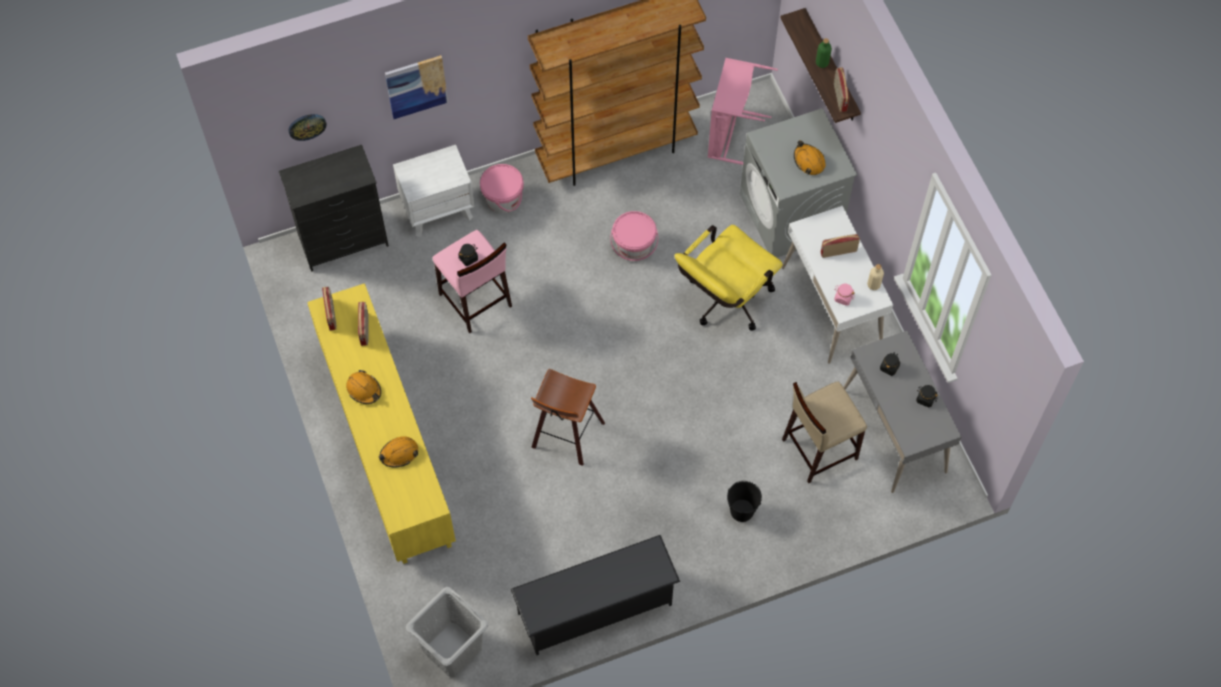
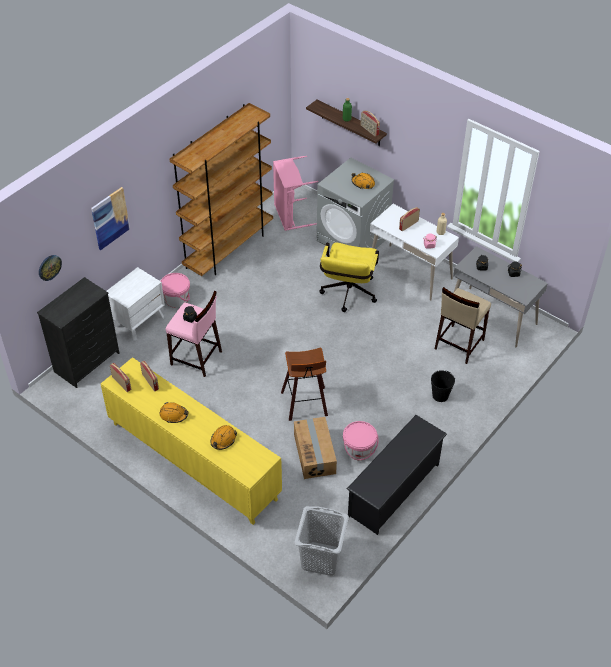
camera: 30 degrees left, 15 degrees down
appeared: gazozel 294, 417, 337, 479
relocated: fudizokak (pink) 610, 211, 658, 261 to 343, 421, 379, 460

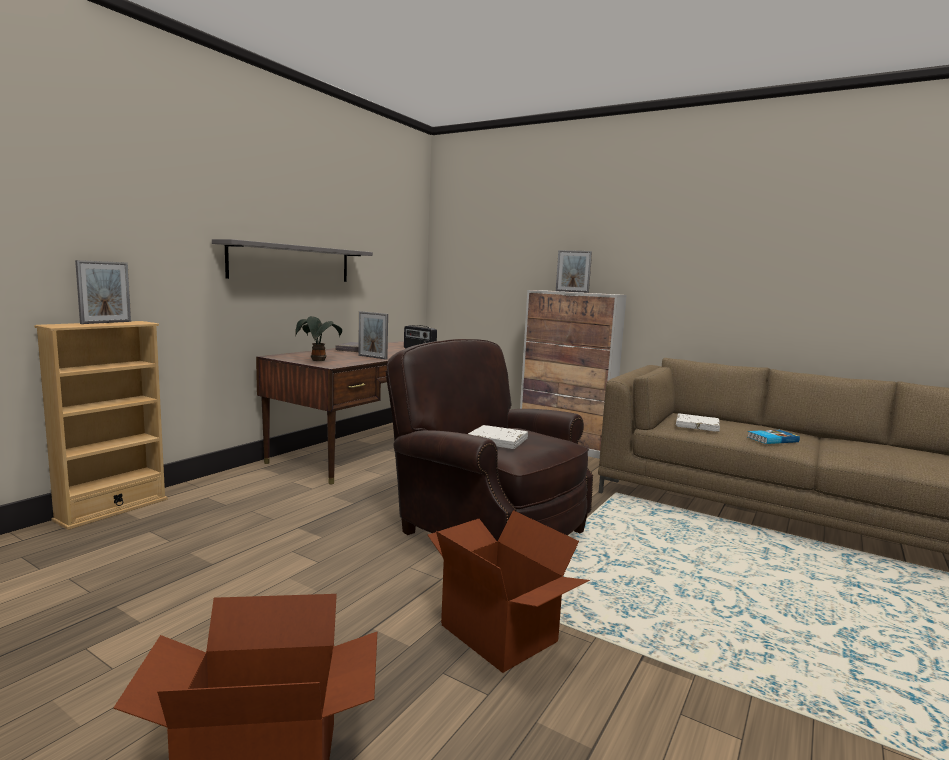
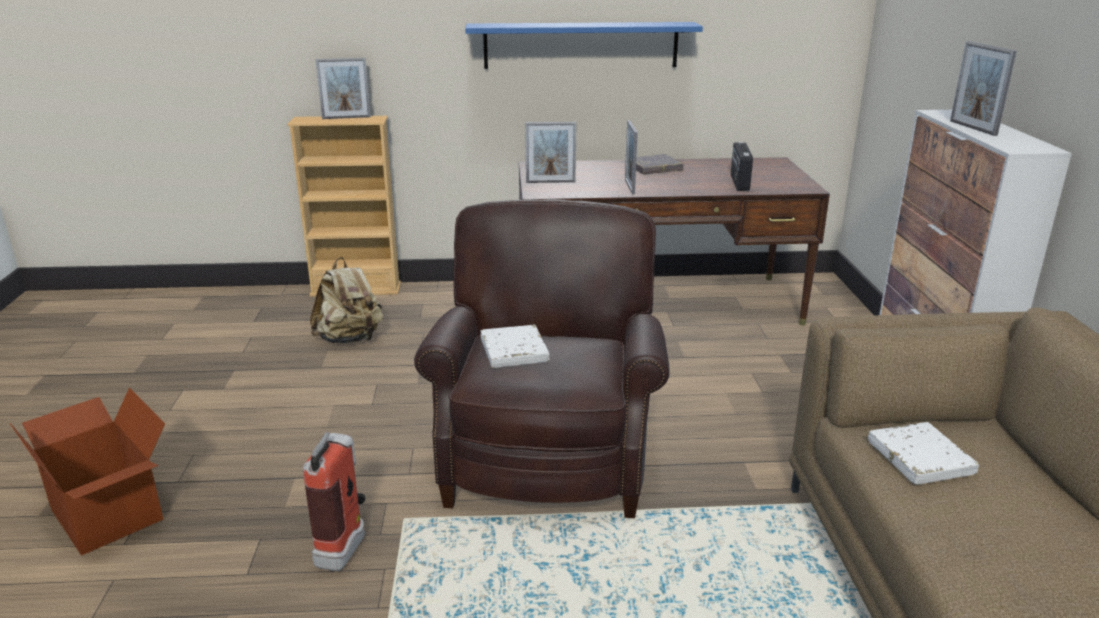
camera: 55 degrees right, 15 degrees up
missing: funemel 747, 430, 800, 444
appeared: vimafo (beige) 310, 257, 383, 343
exchanged: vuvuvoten 295, 316, 342, 361 to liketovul 525, 122, 576, 183; gazozel 428, 510, 590, 673 to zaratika 303, 432, 365, 571
colour: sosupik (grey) 212, 239, 373, 282 to sosupik (blue) 465, 22, 703, 69

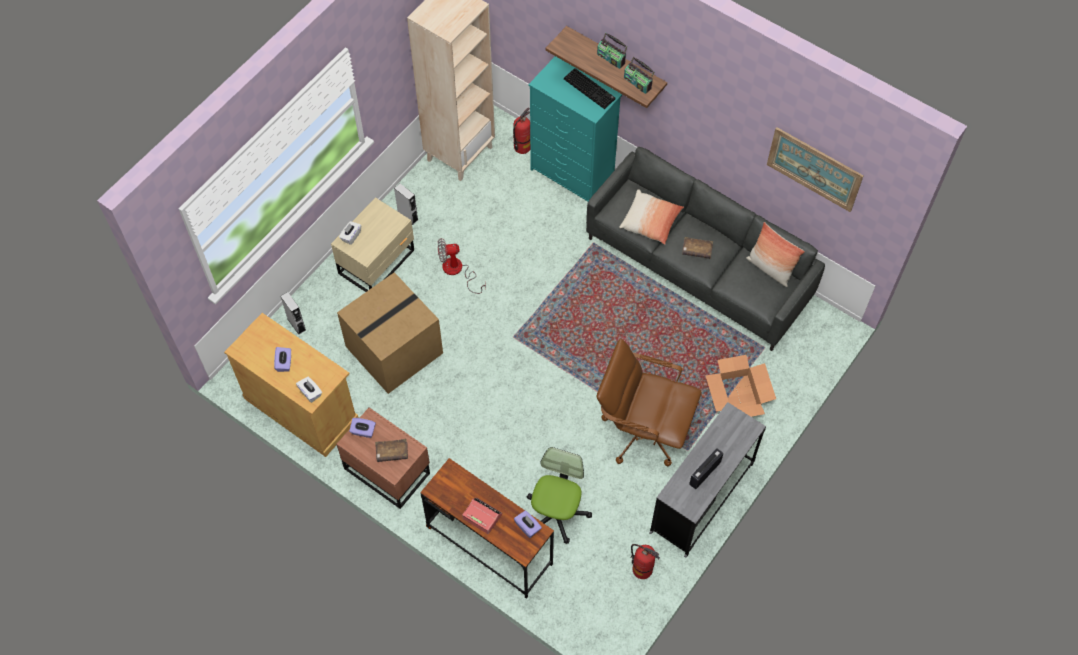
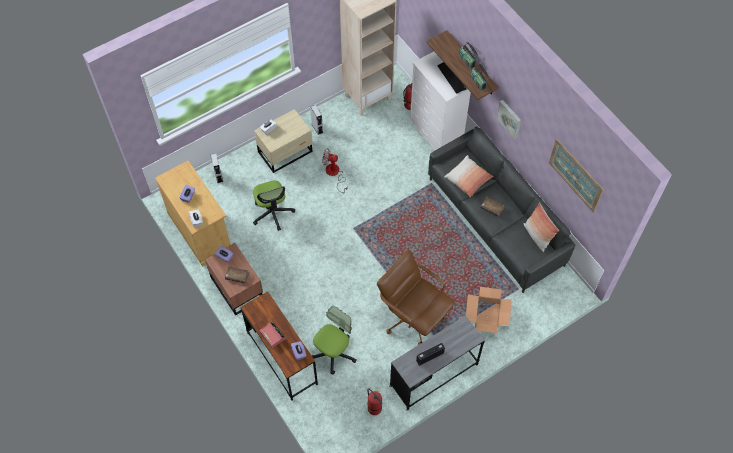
camera: 20 degrees right, 0 degrees up
appeared: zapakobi 496, 100, 521, 139
exchanged: gazozel 337, 272, 443, 394 to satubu 253, 180, 295, 231
colour: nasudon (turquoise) 529, 56, 622, 201 to nasudon (white) 410, 52, 471, 150

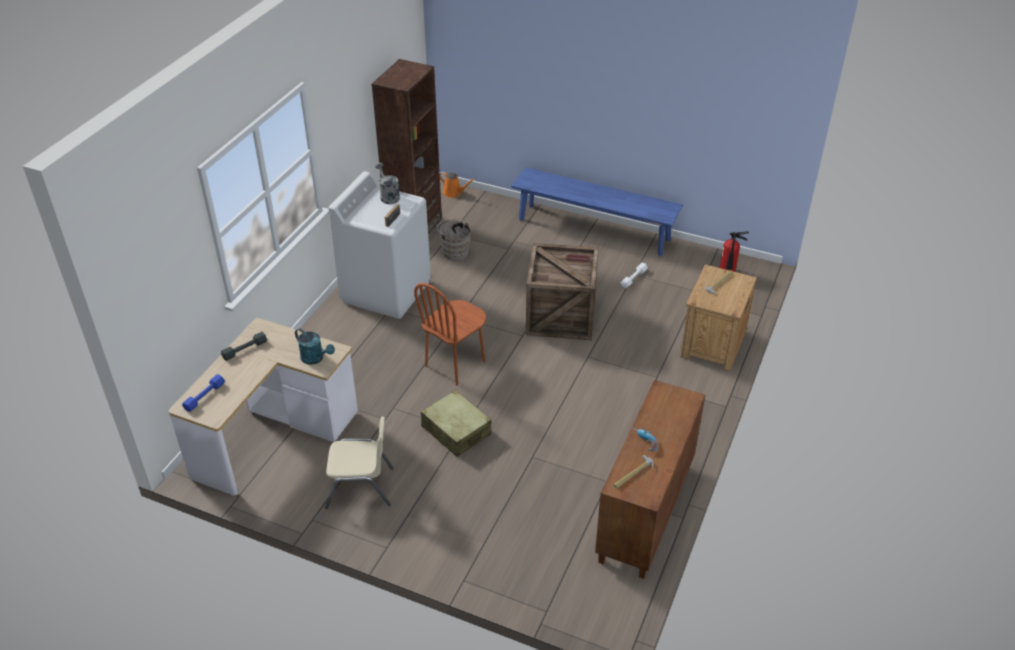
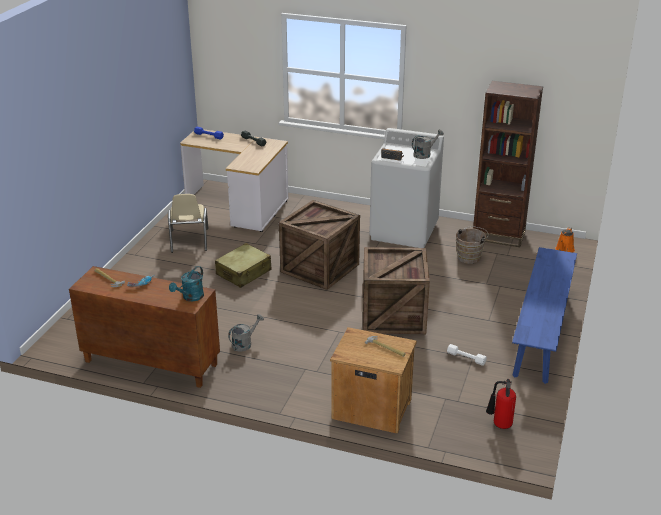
camera: 85 degrees right, 10 degrees down
appeared: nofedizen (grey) 228, 314, 264, 351
relocated: nofedizen (turquoise) 295, 328, 335, 365 to 169, 266, 204, 301
exchanged: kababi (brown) 414, 283, 486, 386 to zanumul 279, 200, 360, 290

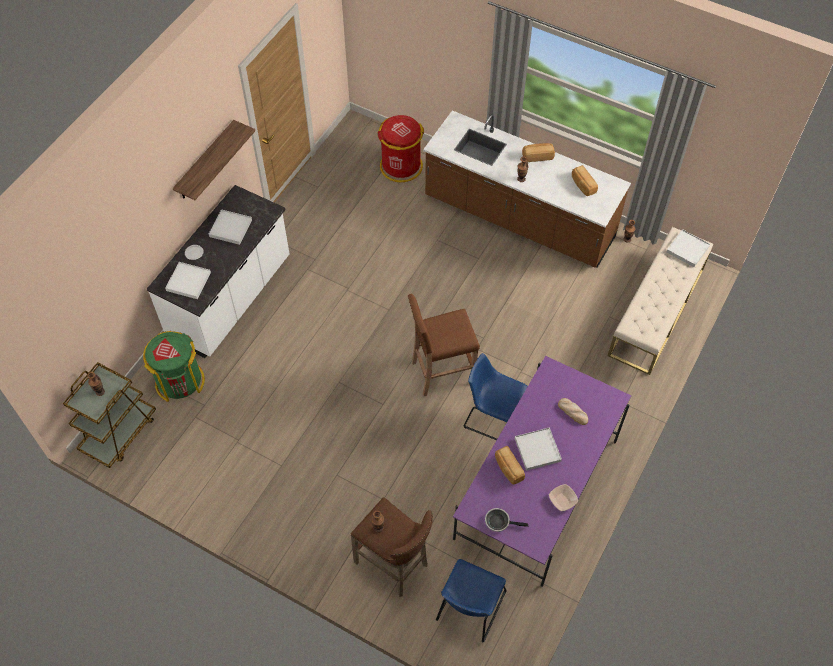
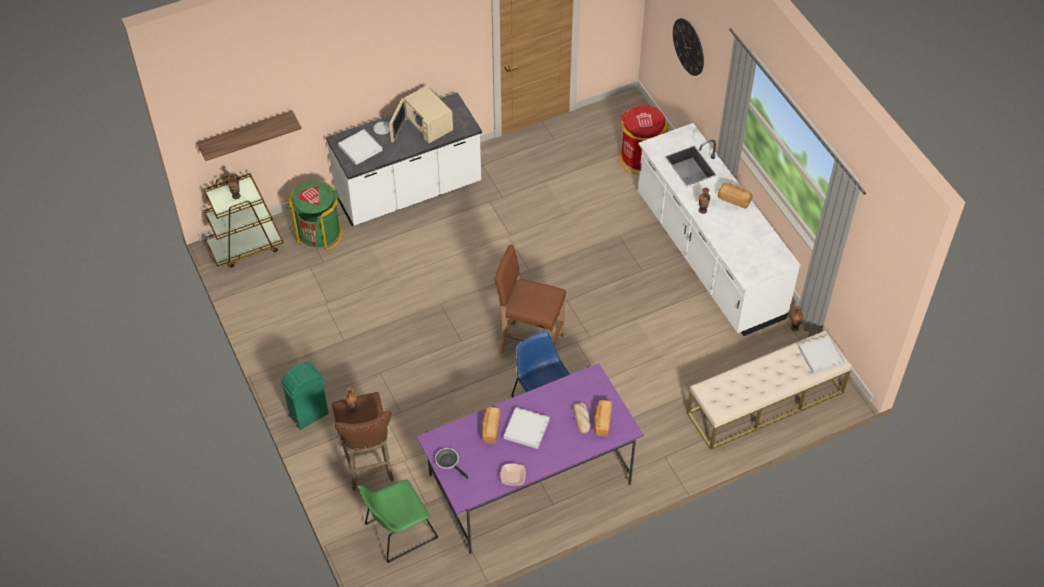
camera: 35 degrees right, 5 degrees down
appeared: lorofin 673, 18, 704, 76; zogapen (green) 280, 362, 328, 430
relocated: sosupik 173, 120, 255, 200 to 197, 111, 302, 161; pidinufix 572, 165, 598, 196 to 594, 400, 612, 437
exchanged: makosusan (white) 209, 209, 252, 245 to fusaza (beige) 389, 86, 453, 144
colour: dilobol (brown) 423, 110, 631, 268 to dilobol (white) 638, 123, 801, 336; kababi (blue) 436, 559, 507, 642 to kababi (green) 359, 480, 438, 563

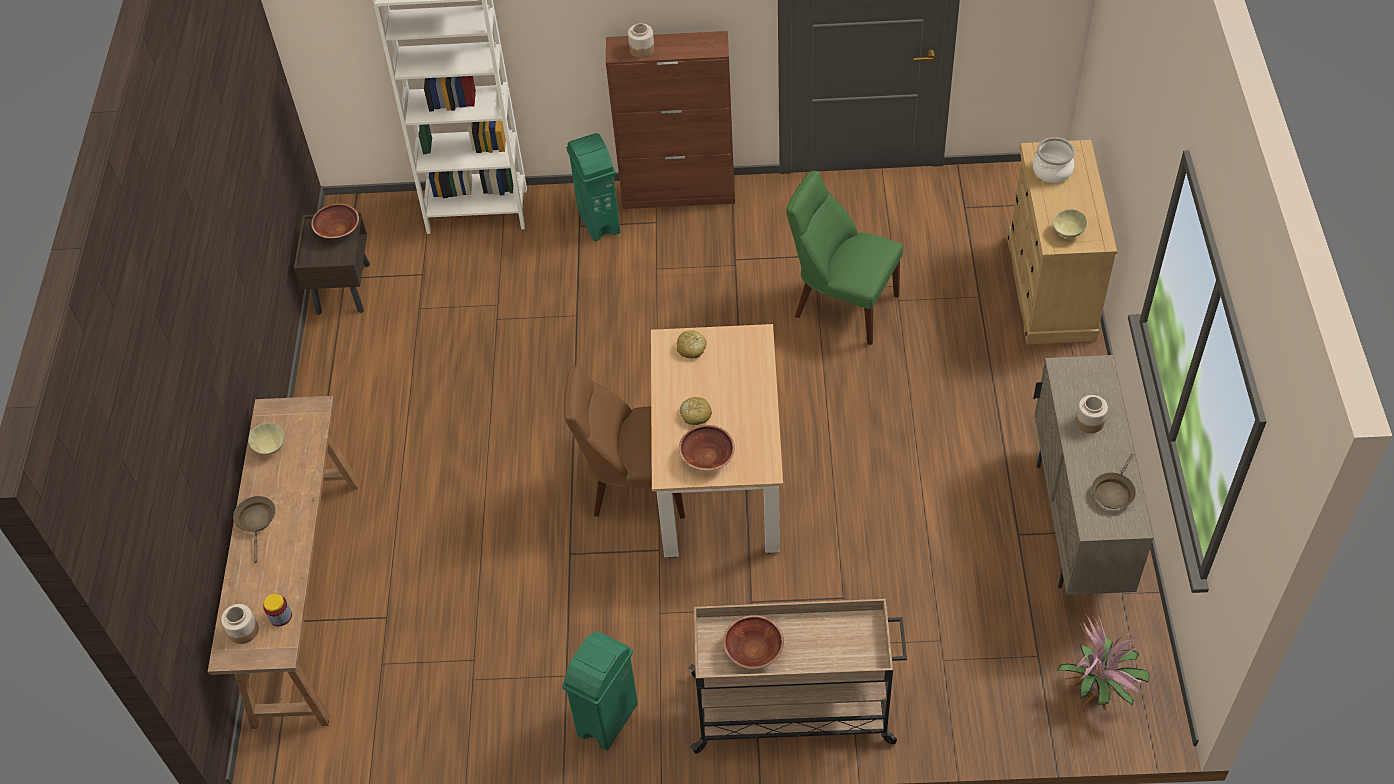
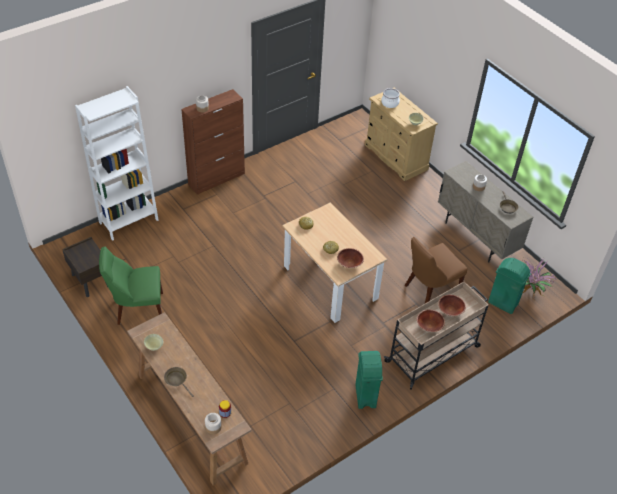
camera: 40 degrees left, 5 degrees down
relocated: zogapen (green) 566, 133, 620, 241 to 488, 258, 531, 314; kababi (green) 786, 171, 903, 345 to 99, 246, 163, 325; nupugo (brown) 311, 204, 359, 239 to 438, 295, 466, 316; kababi (brown) 564, 365, 685, 518 to 405, 237, 467, 303

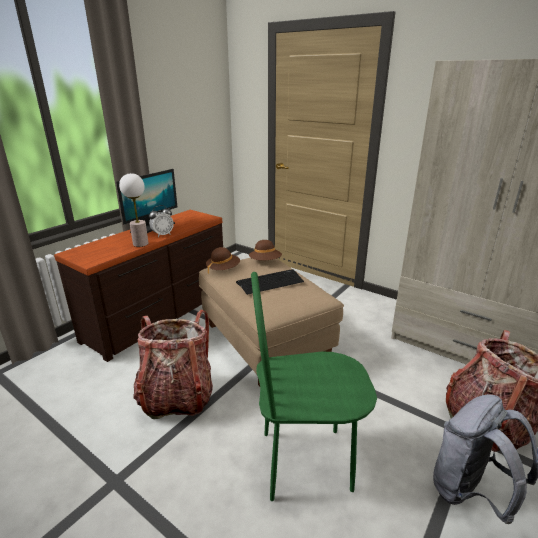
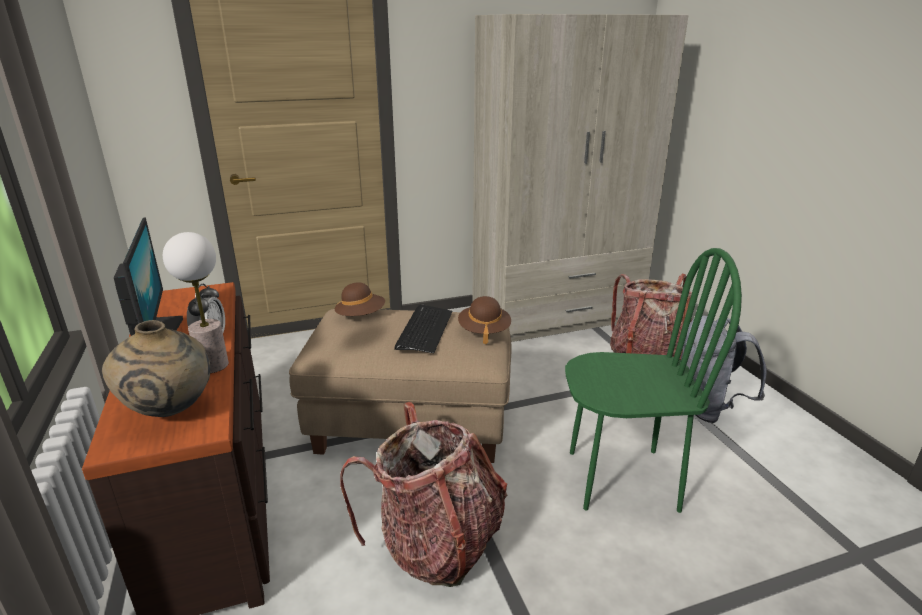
camera: 55 degrees left, 0 degrees up
appeared: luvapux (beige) 102, 320, 211, 417
relocated: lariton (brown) 206, 247, 240, 274 to 458, 296, 511, 344
spun: kababi (green) 251, 272, 377, 501 = 565, 248, 742, 513 120 degrees counterclockwise

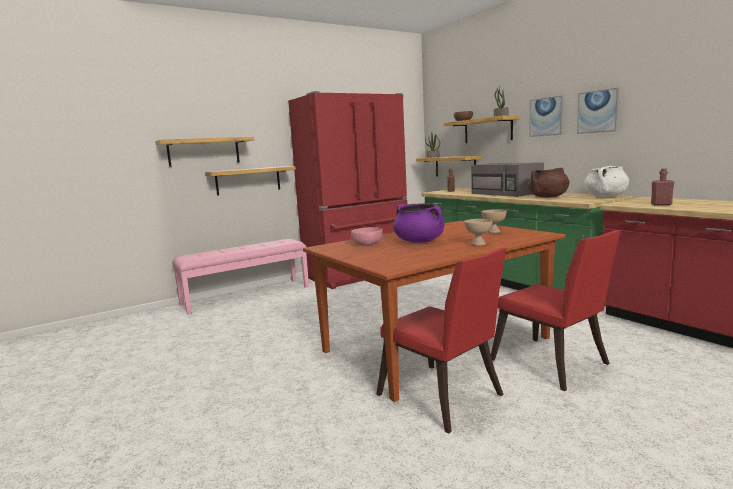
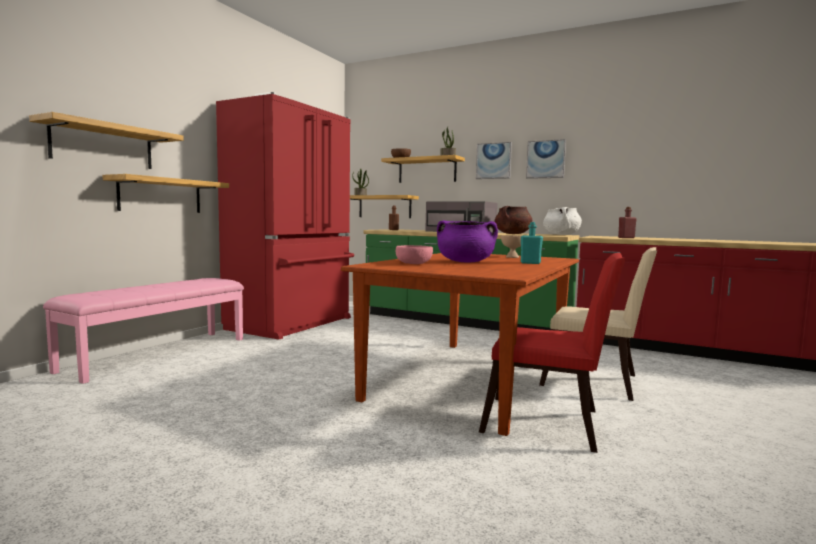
camera: 30 degrees left, 5 degrees down
exchanged: nupugo (beige) 464, 219, 493, 246 to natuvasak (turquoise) 521, 222, 543, 264
colour: kababi (red) 491, 230, 621, 391 to kababi (beige) 539, 247, 657, 401

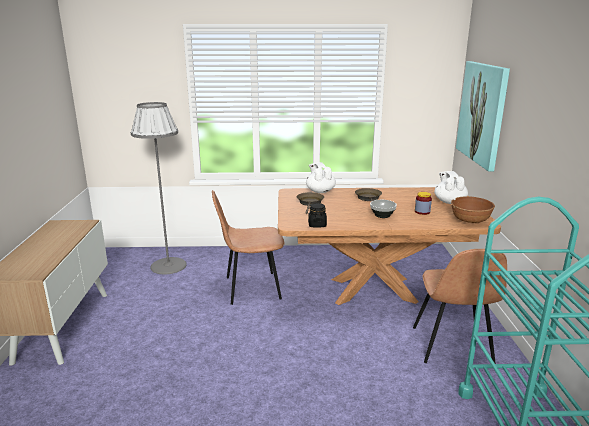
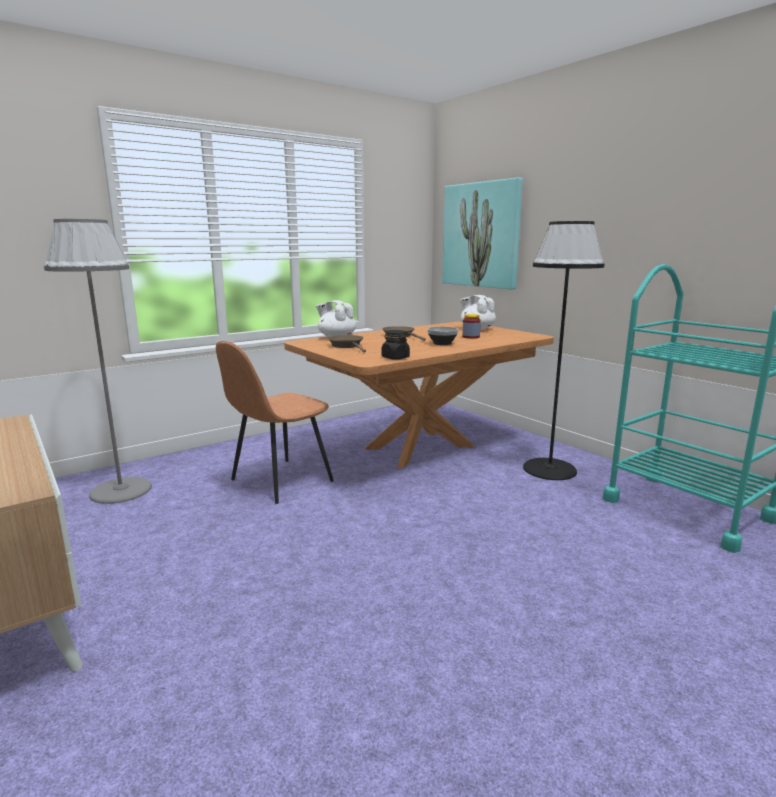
camera: 35 degrees left, 5 degrees down
missing: nupugo (brown) 451, 196, 495, 223
exchanged: kababi (brown) 413, 249, 507, 364 to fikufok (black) 523, 221, 604, 480

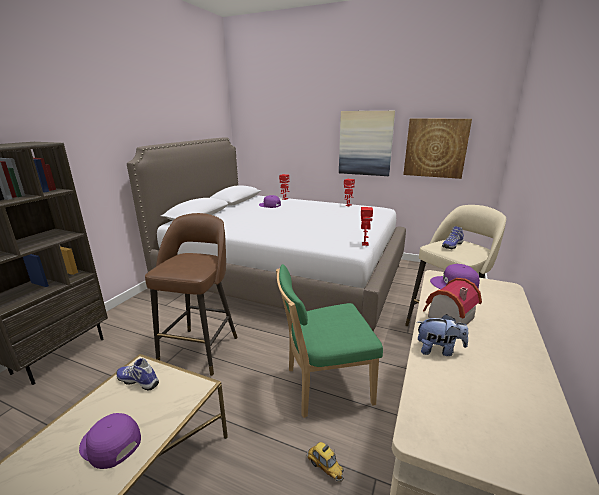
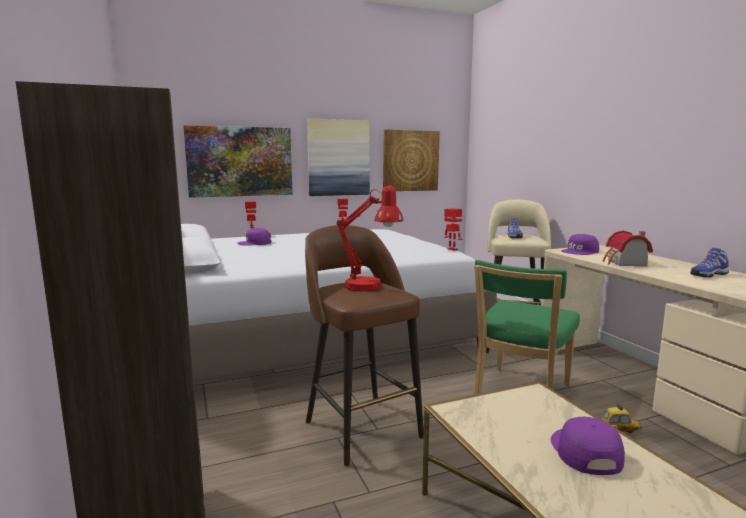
camera: 45 degrees left, 10 degrees down
missing: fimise 417, 314, 468, 356
appeared: zapakobi 183, 125, 293, 198; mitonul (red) 336, 185, 404, 291
relocated: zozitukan 116, 358, 159, 390 to 690, 248, 729, 278
spun: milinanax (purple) 79, 413, 141, 469 = 551, 417, 625, 475 105 degrees clockwise

